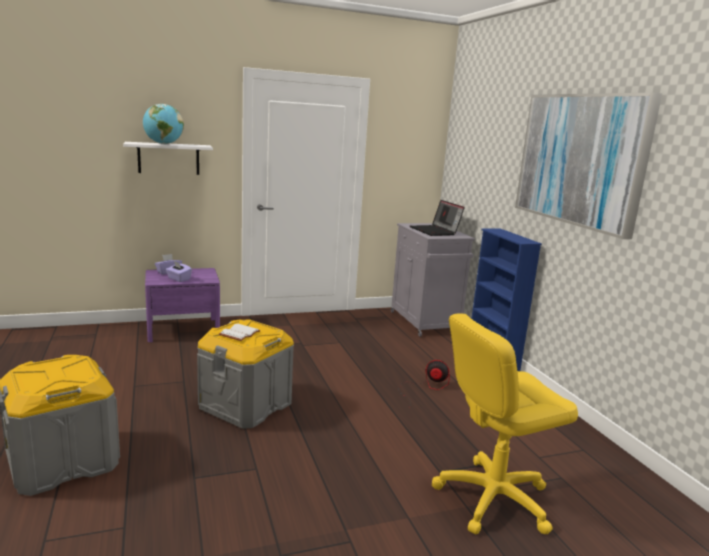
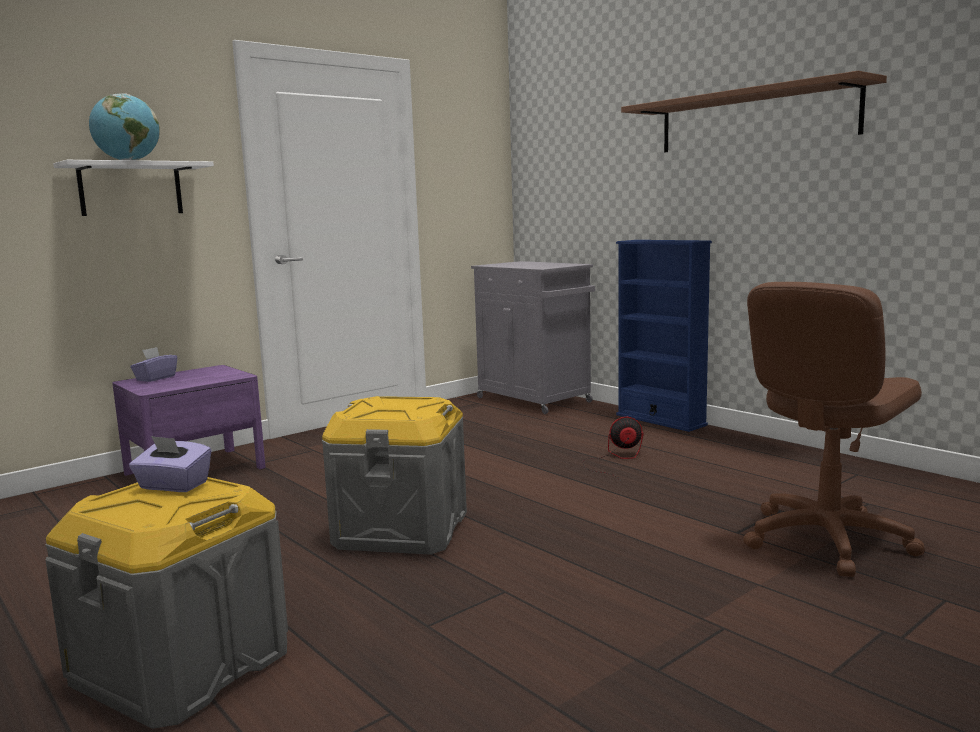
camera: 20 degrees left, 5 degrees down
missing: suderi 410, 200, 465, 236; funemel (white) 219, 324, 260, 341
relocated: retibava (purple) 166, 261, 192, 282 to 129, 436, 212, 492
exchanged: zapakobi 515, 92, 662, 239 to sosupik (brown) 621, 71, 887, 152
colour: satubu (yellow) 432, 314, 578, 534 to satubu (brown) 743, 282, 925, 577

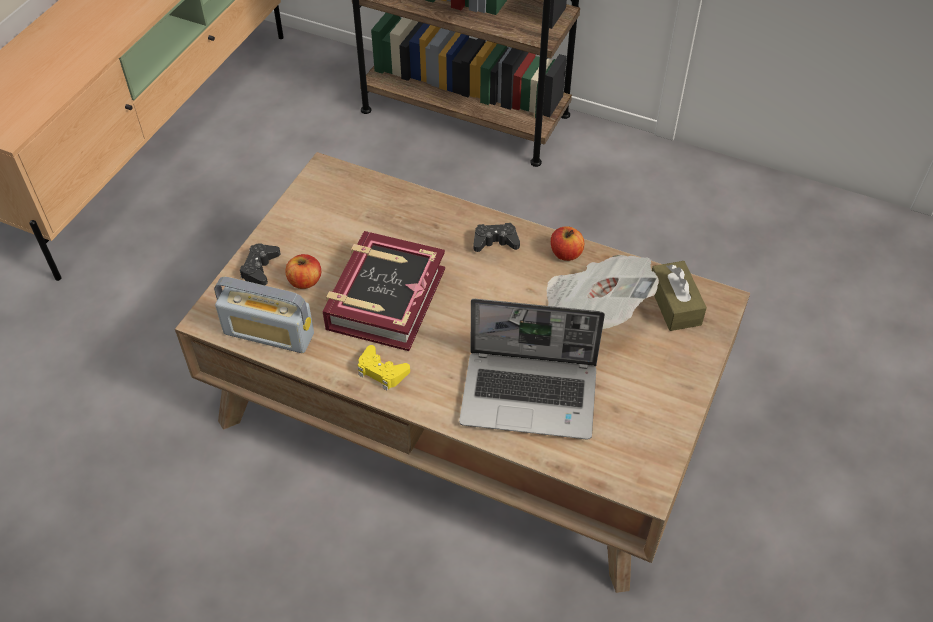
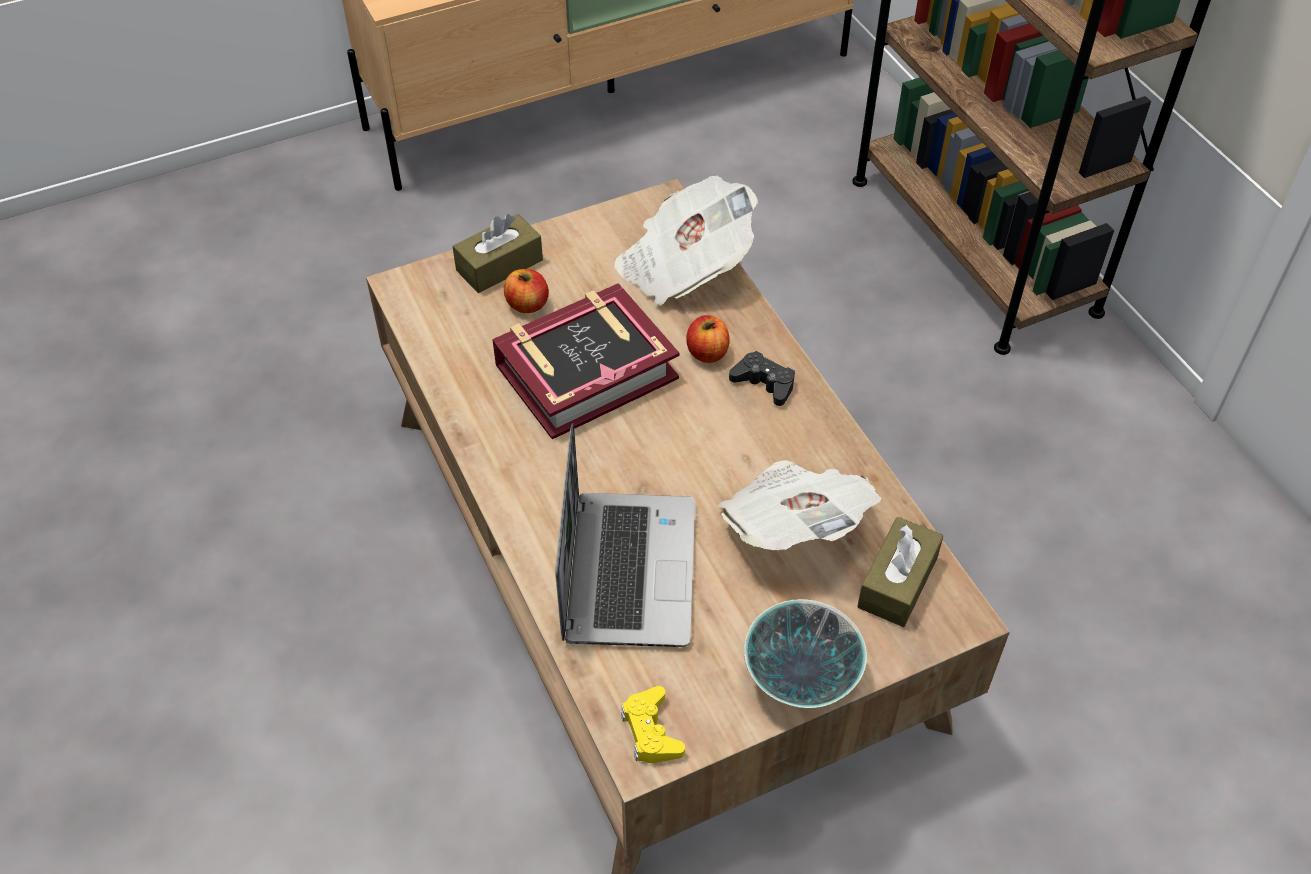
camera: 40 degrees right, 0 degrees up
missing: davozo 214, 277, 314, 353
appeared: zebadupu 614, 176, 758, 305; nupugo 744, 599, 867, 709
relocated: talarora 551, 226, 584, 261 to 686, 315, 730, 363; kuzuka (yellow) 358, 345, 410, 390 to 621, 686, 685, 763
exchanged: kuzuka (black) 240, 243, 281, 285 to retibava (brown) 452, 214, 543, 293
spun: suderi 459, 299, 605, 440 = 555, 423, 695, 647 135 degrees counterclockwise

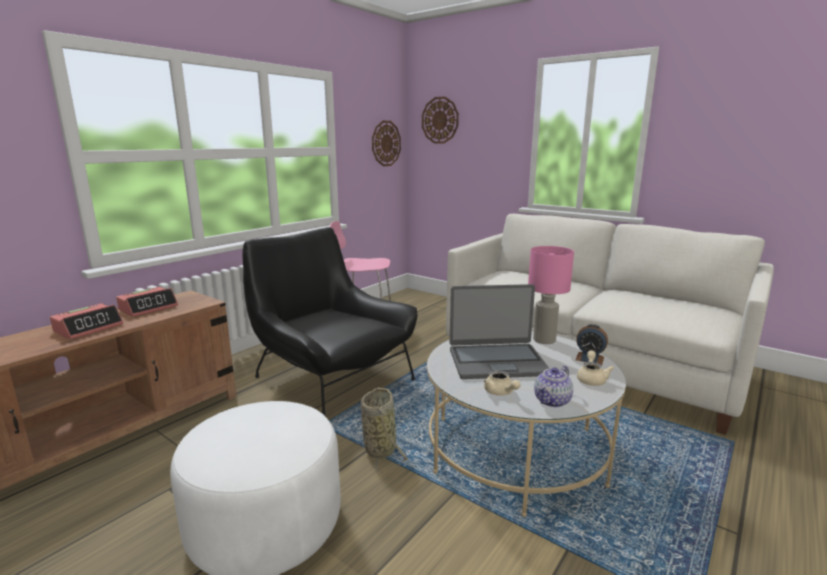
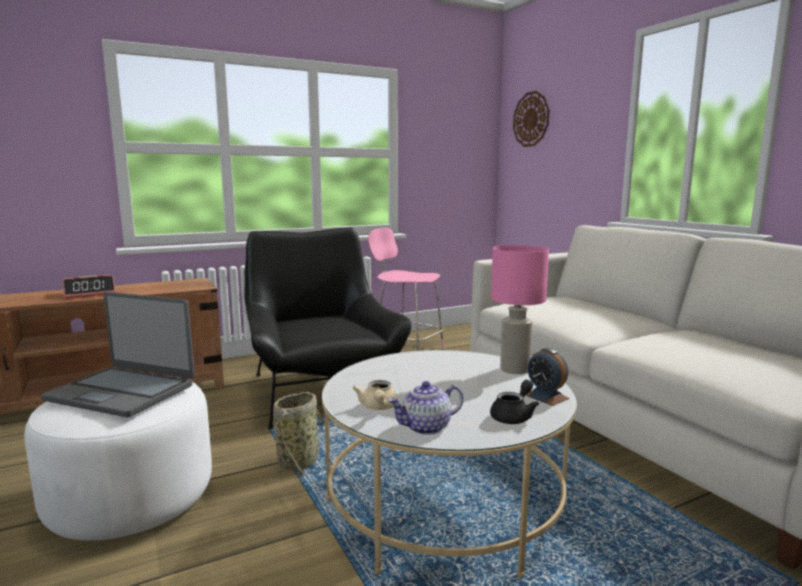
camera: 25 degrees right, 5 degrees down
missing: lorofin 372, 120, 401, 166; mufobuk 116, 287, 178, 317
relocated: suderi 450, 284, 550, 379 to 41, 292, 195, 417
colour: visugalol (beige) 577, 350, 614, 386 to visugalol (black) 490, 380, 539, 424

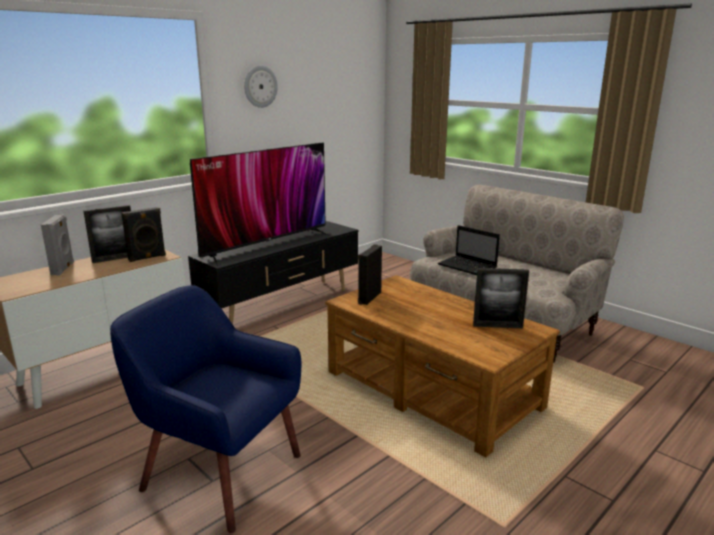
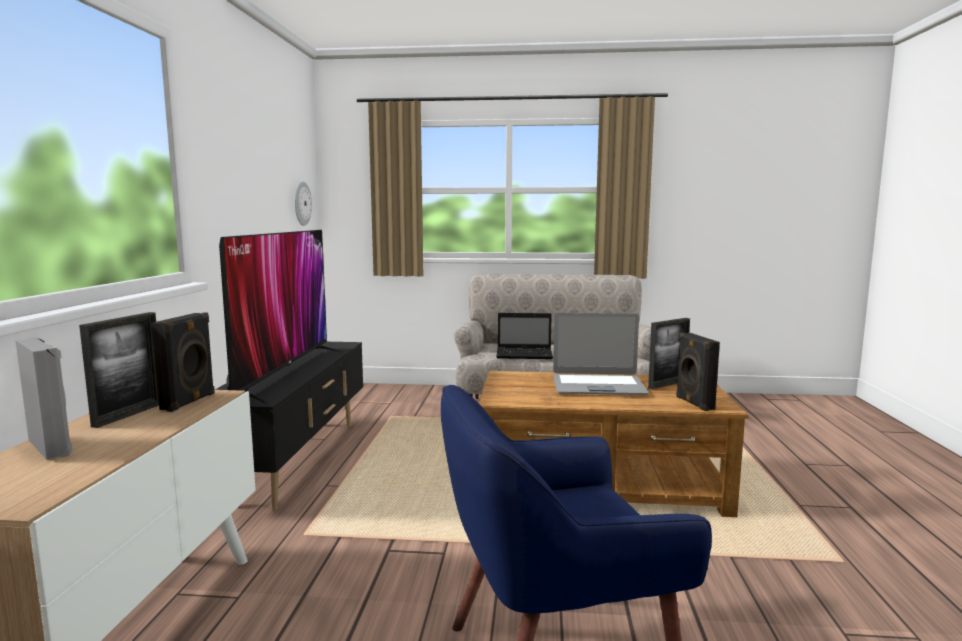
camera: 40 degrees left, 10 degrees down
appeared: suderi 553, 313, 649, 395
relocated: lorofin 244, 66, 278, 108 to 295, 181, 312, 226; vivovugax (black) 358, 244, 382, 305 to 676, 333, 720, 411

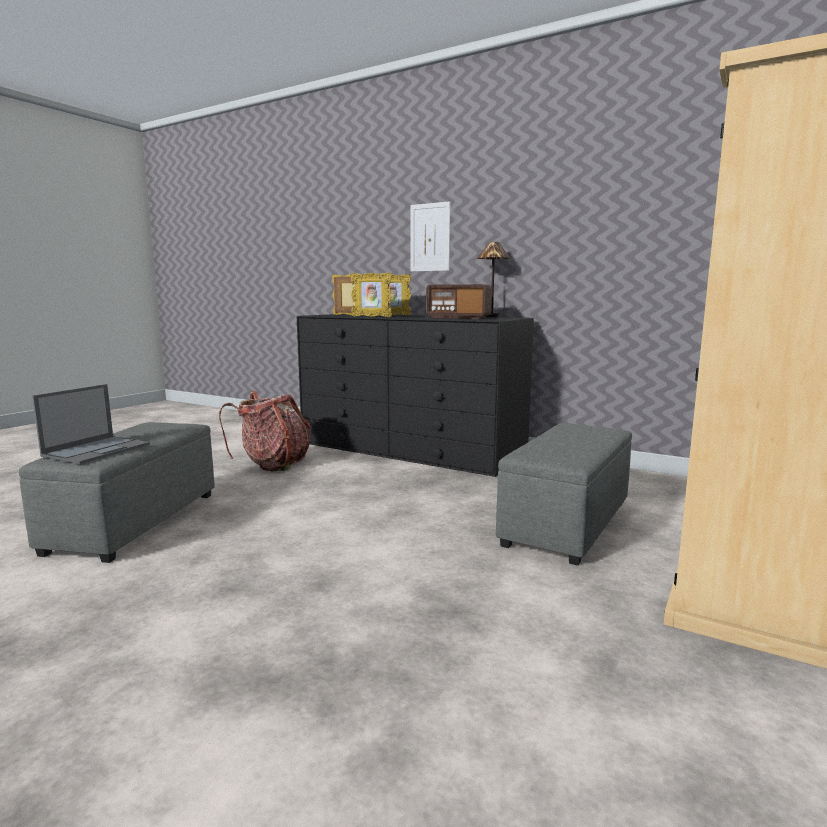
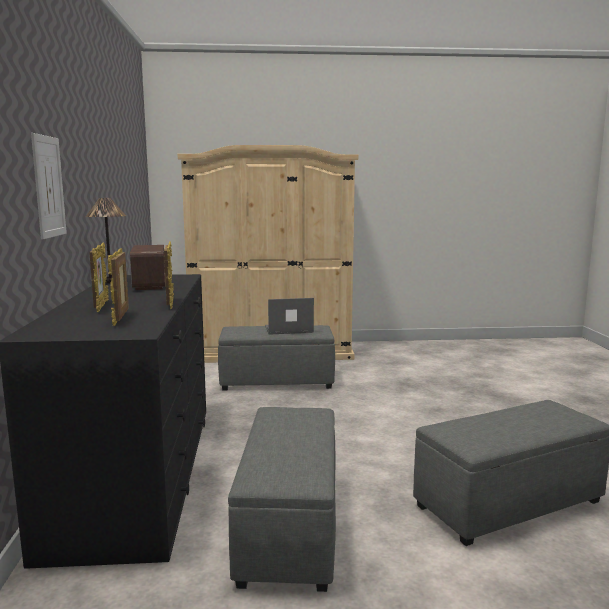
camera: 125 degrees left, 0 degrees up
relocated: suderi 32, 384, 150, 464 to 265, 298, 314, 335
exchanged: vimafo 219, 391, 311, 472 to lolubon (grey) 228, 407, 336, 592

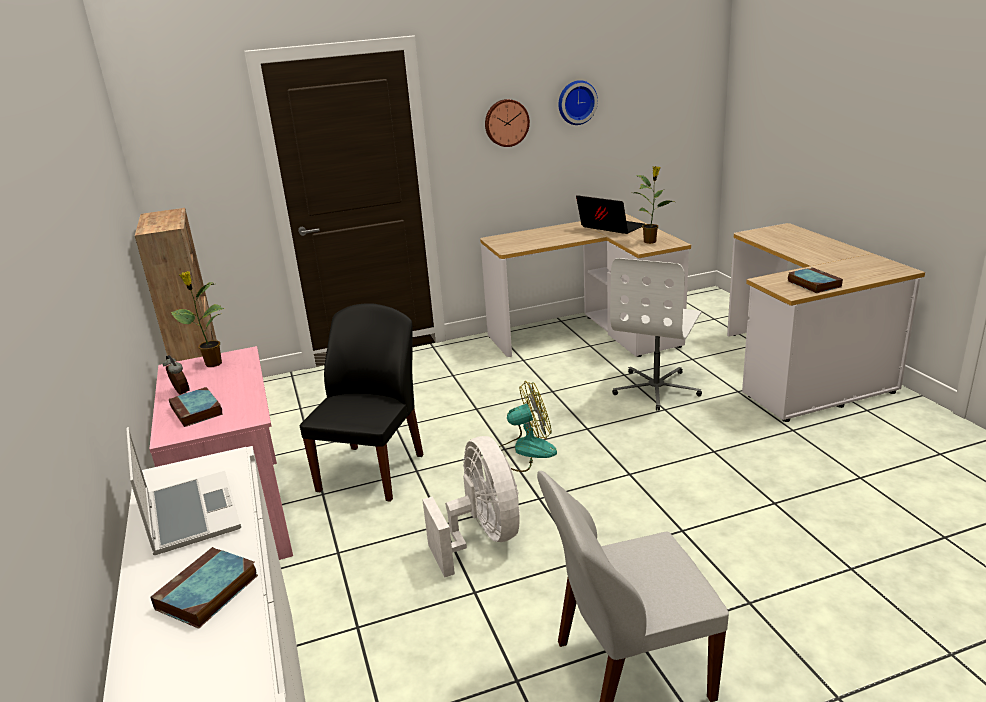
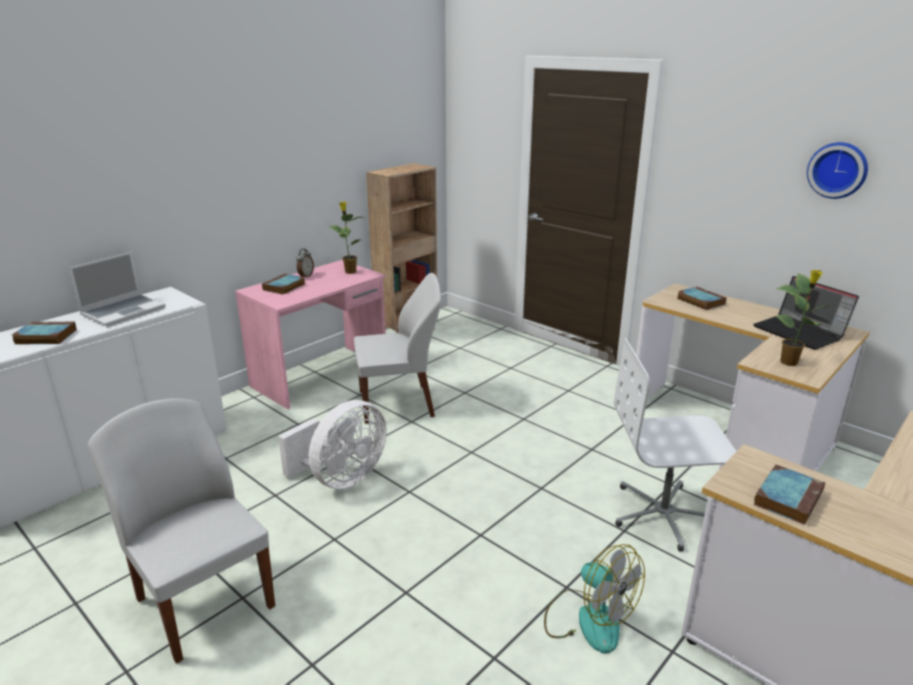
camera: 60 degrees right, 0 degrees up
missing: lorofin 485, 99, 530, 147
appeared: funemel 677, 286, 726, 310
relocated: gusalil 499, 381, 557, 472 to 544, 544, 645, 654
colour: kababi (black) 300, 303, 423, 502 to kababi (white) 354, 273, 441, 424
spun: suderi 576, 195, 645, 234 = 753, 276, 859, 350 135 degrees clockwise

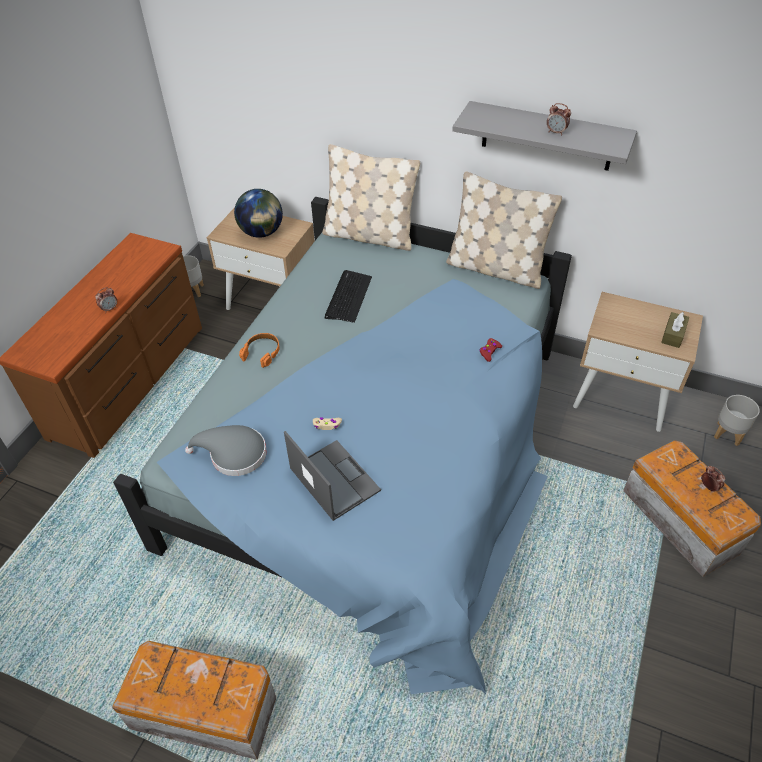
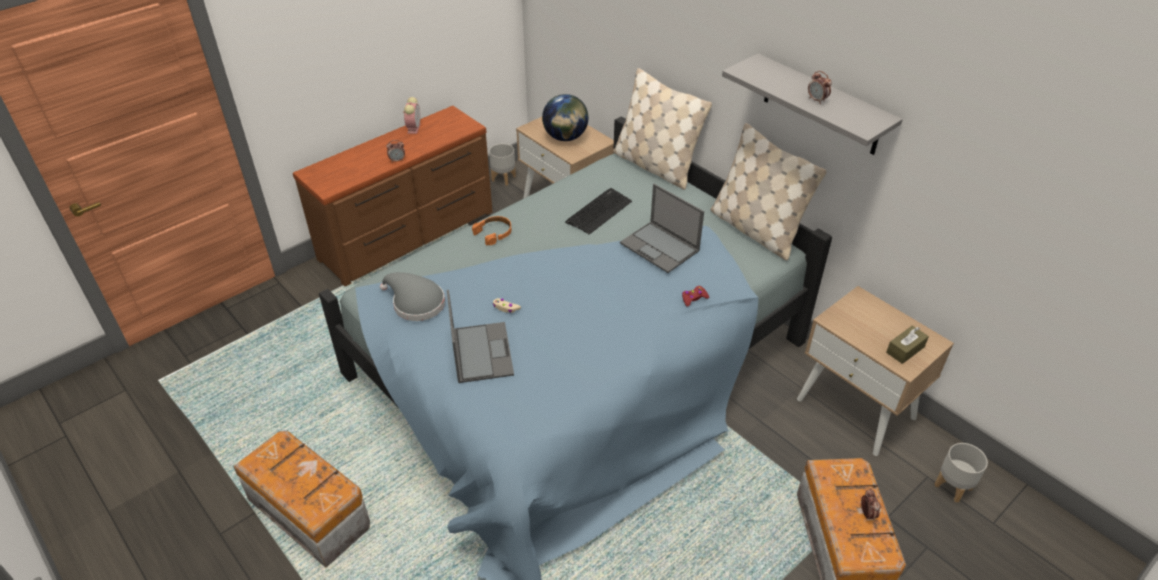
camera: 25 degrees right, 5 degrees down
appeared: mufobuk 403, 97, 421, 134; suderi 620, 184, 704, 273

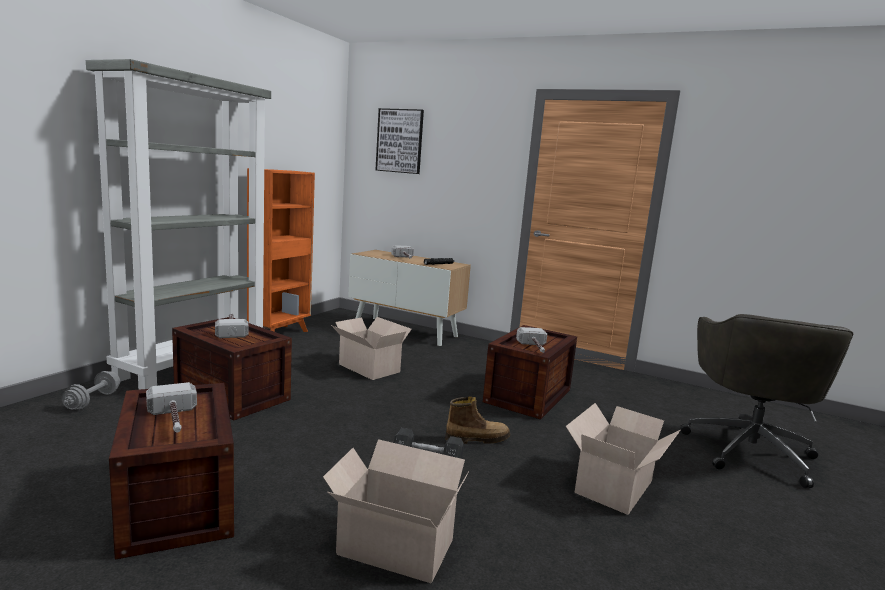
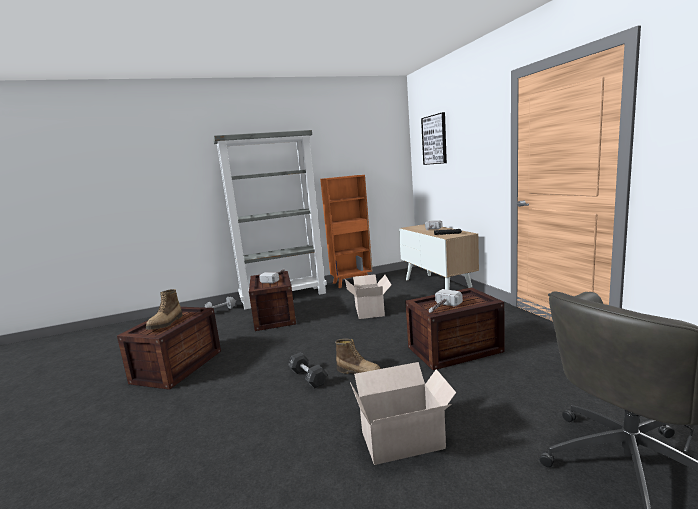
camera: 45 degrees right, 0 degrees up
missing: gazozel 323, 439, 469, 583
exchanged: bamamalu 146, 382, 197, 432 to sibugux 146, 289, 183, 330

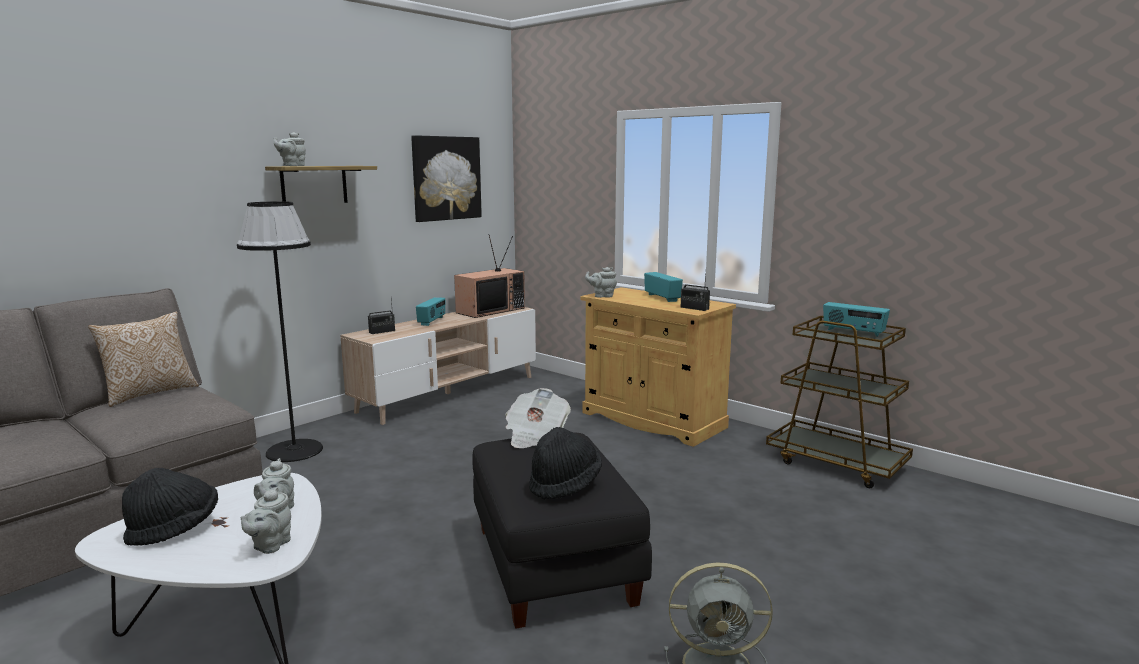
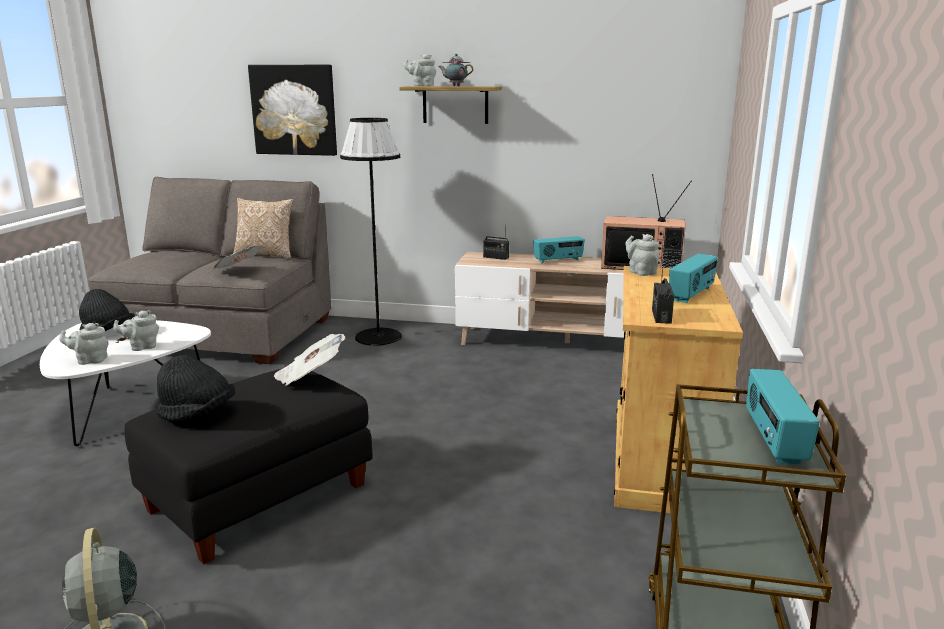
camera: 60 degrees right, 5 degrees up
appeared: visugalol 438, 54, 473, 86; zebadupu 213, 246, 262, 269
relocated: zapakobi 411, 135, 482, 222 to 248, 65, 337, 156

